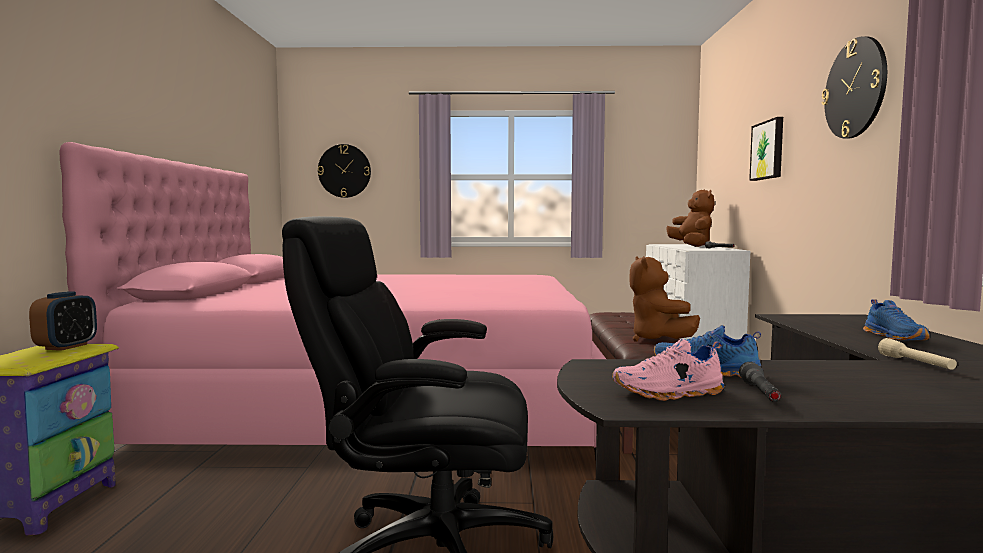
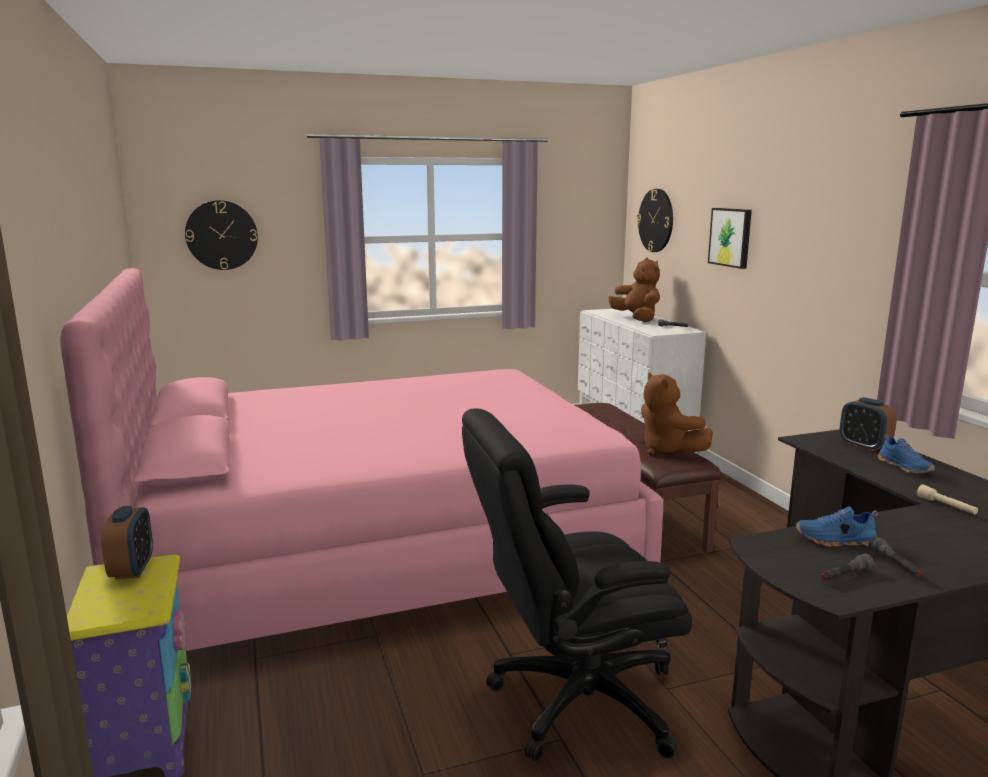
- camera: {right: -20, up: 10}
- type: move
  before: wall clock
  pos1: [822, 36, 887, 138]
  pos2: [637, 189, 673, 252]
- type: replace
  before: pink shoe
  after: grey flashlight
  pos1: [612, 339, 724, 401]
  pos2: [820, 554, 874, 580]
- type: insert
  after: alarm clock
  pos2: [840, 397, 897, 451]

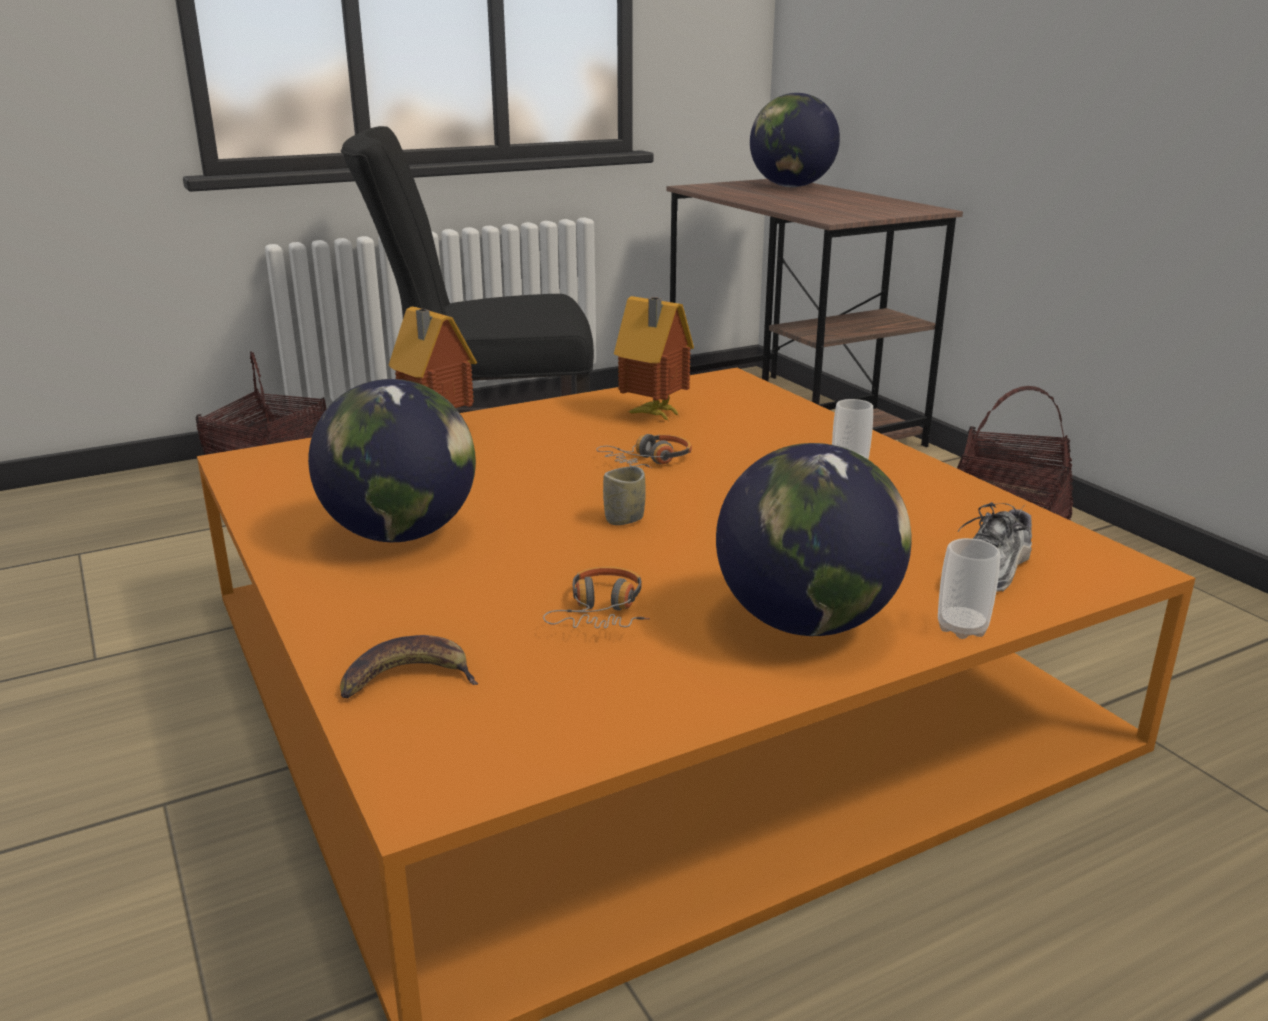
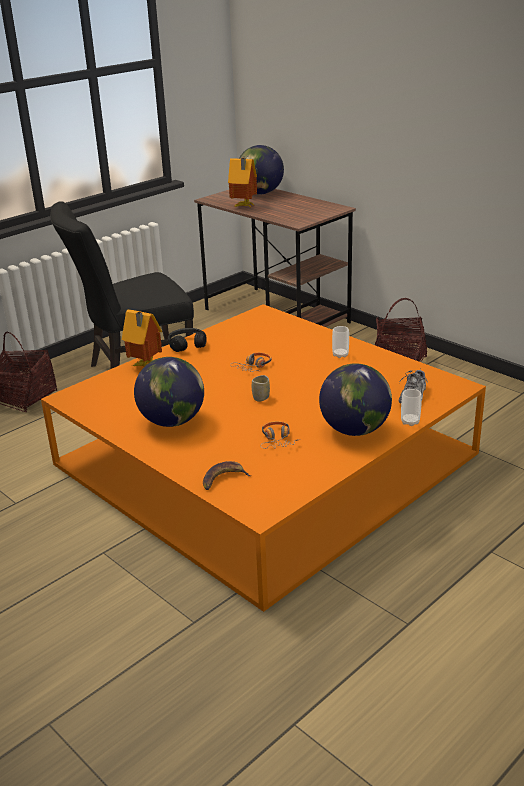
- camera: {right: -15, up: 5}
- type: move
  before: toy house
  pos1: [614, 296, 694, 420]
  pos2: [228, 158, 257, 208]
- type: insert
  after: black headphones
  pos2: [168, 328, 207, 352]

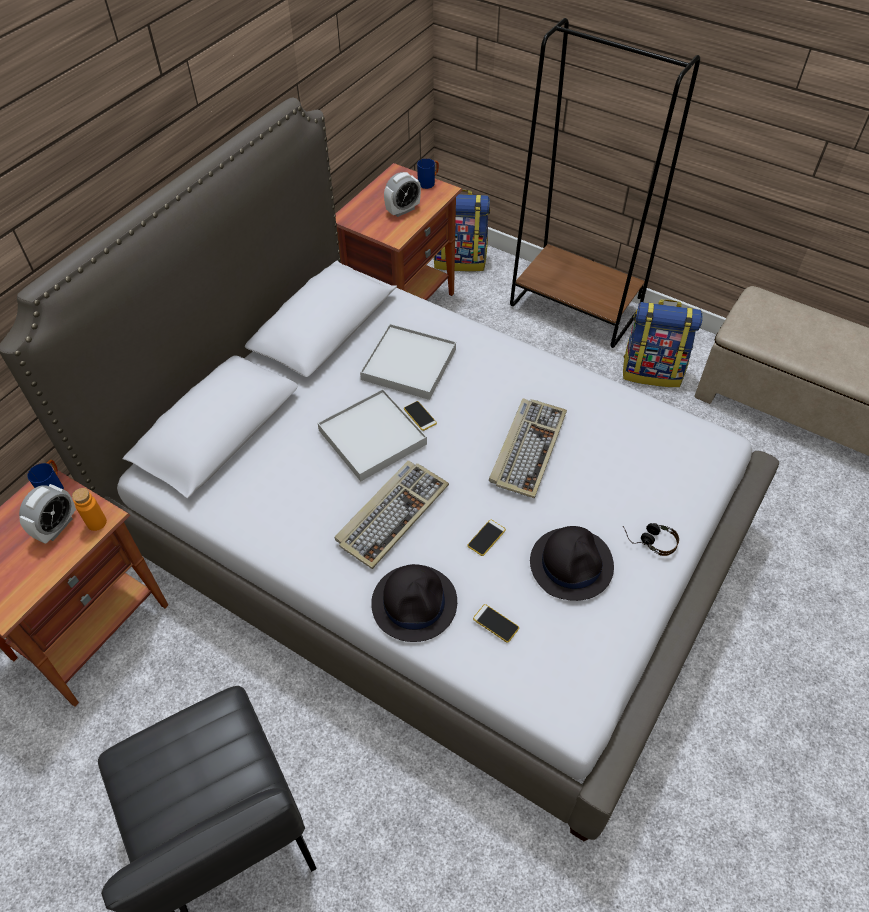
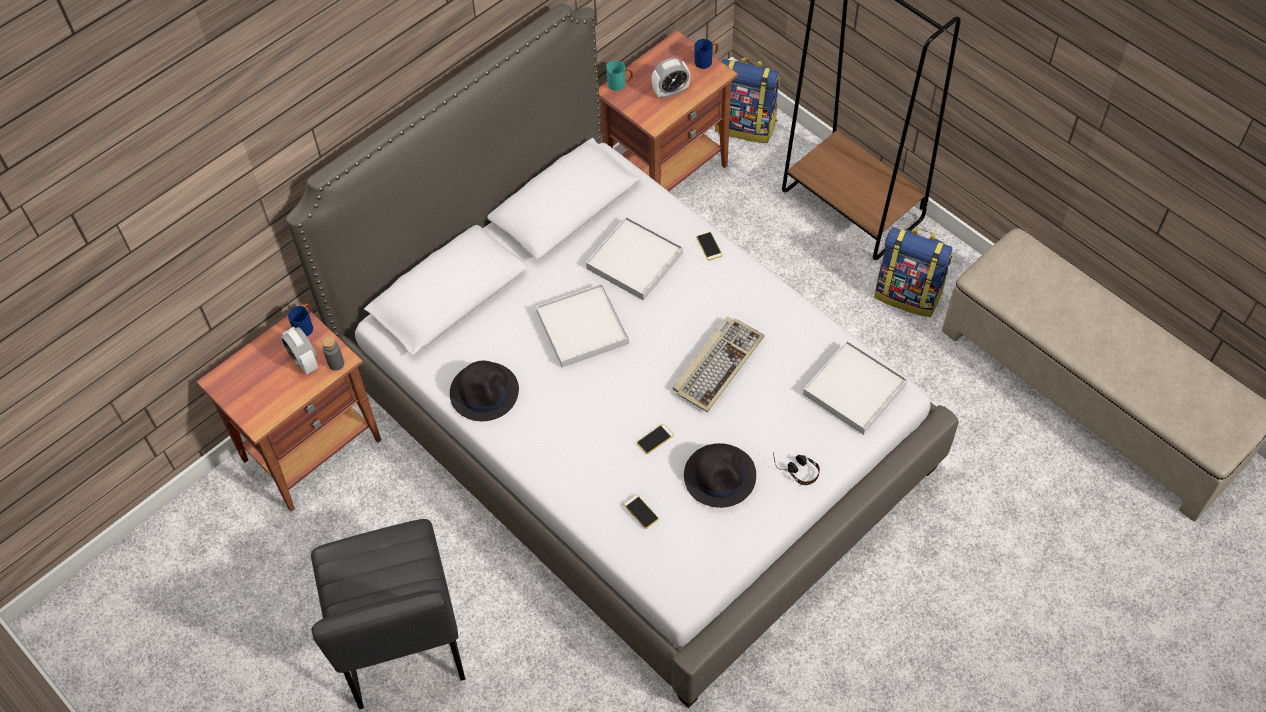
- camera: {right: 15, up: 5}
- type: move
  before: phone
  pos1: [404, 401, 437, 431]
  pos2: [696, 232, 722, 261]
- type: delete
  before: keyboard
  pos1: [335, 461, 449, 569]
- type: rotate
  before: alarm clock
  pos1: [19, 484, 76, 544]
  pos2: [281, 327, 318, 374]
  turn: 105
- type: recolor
  before: orange bottle
  after: grey bottle
  pos1: [72, 488, 107, 531]
  pos2: [322, 336, 344, 371]
- type: move
  before: black hat
  pos1: [371, 564, 457, 642]
  pos2: [450, 361, 519, 421]
- type: insert
  after: turquoise mug
  pos2: [607, 61, 633, 91]
- type: insert
  after: white tray
  pos2: [803, 341, 908, 435]

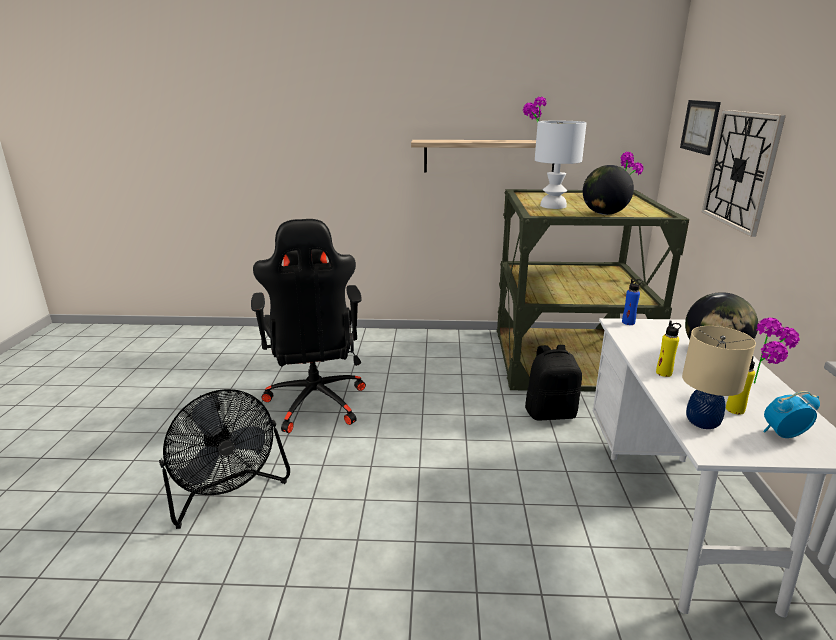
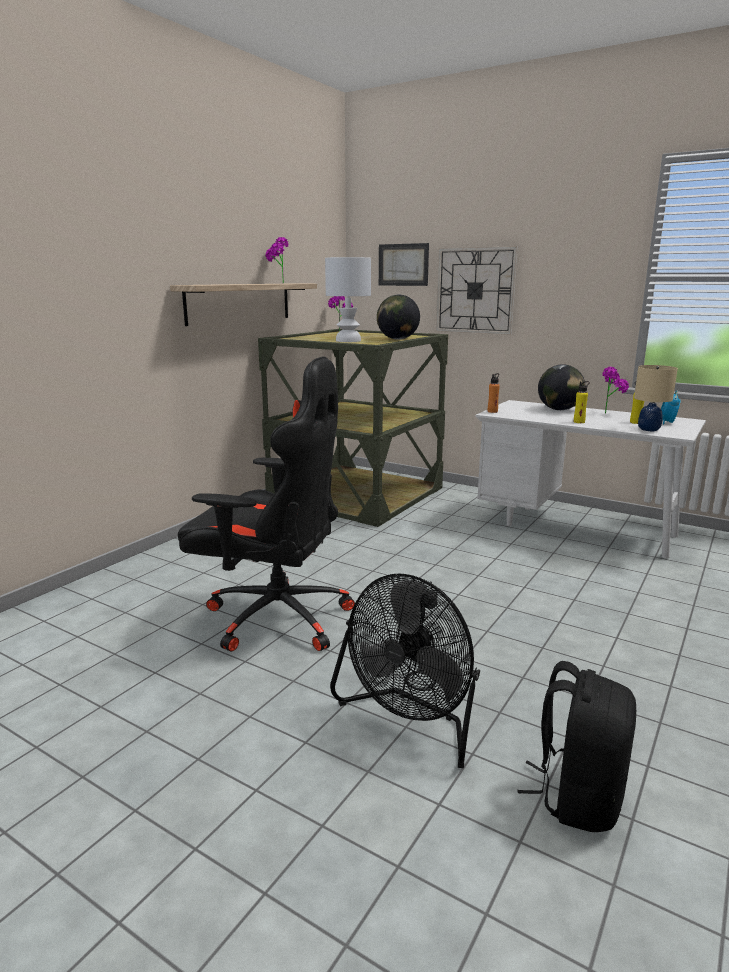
- camera: {right: -60, up: -5}
- type: recolor
  before: blue bottle
  after: orange bottle
  pos1: [622, 278, 643, 325]
  pos2: [488, 373, 500, 413]
- type: move
  before: black backpack
  pos1: [525, 345, 582, 421]
  pos2: [517, 661, 636, 832]
- type: rotate
  before: black fan
  pos1: [159, 389, 290, 529]
  pos2: [330, 574, 480, 768]
  turn: 135

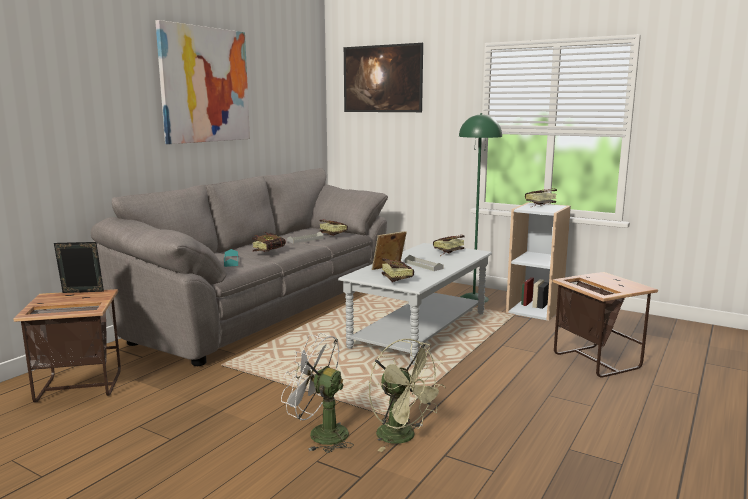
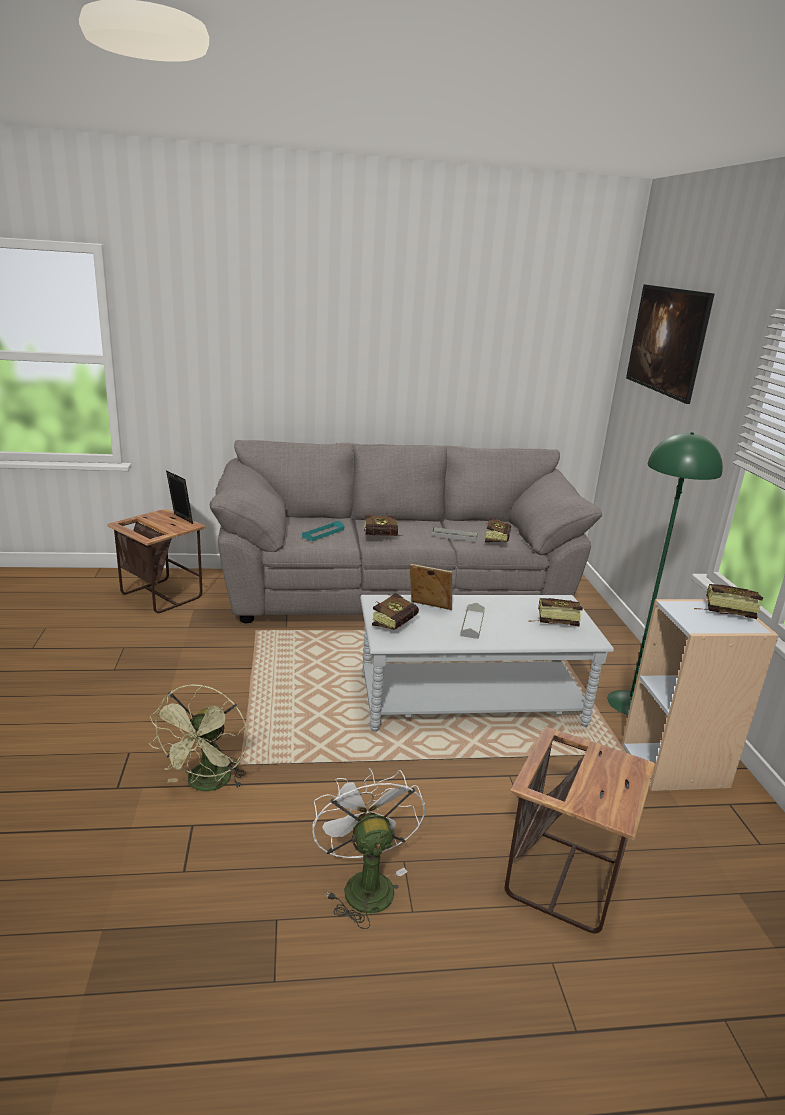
- camera: {right: 50, up: 10}
- type: delete
  before: picture
  pos1: [155, 20, 250, 144]
- type: move
  before: white fan
  pos1: [281, 333, 354, 453]
  pos2: [313, 767, 425, 929]

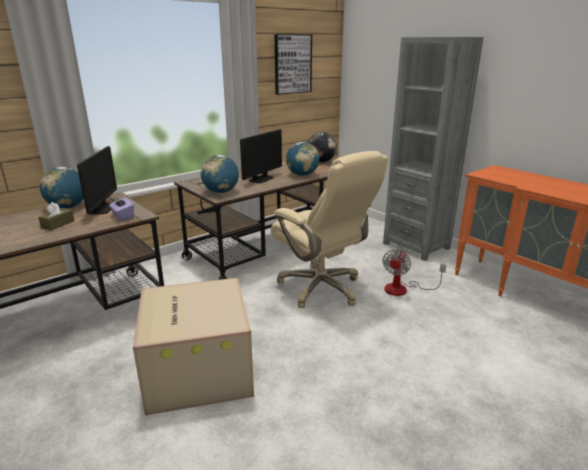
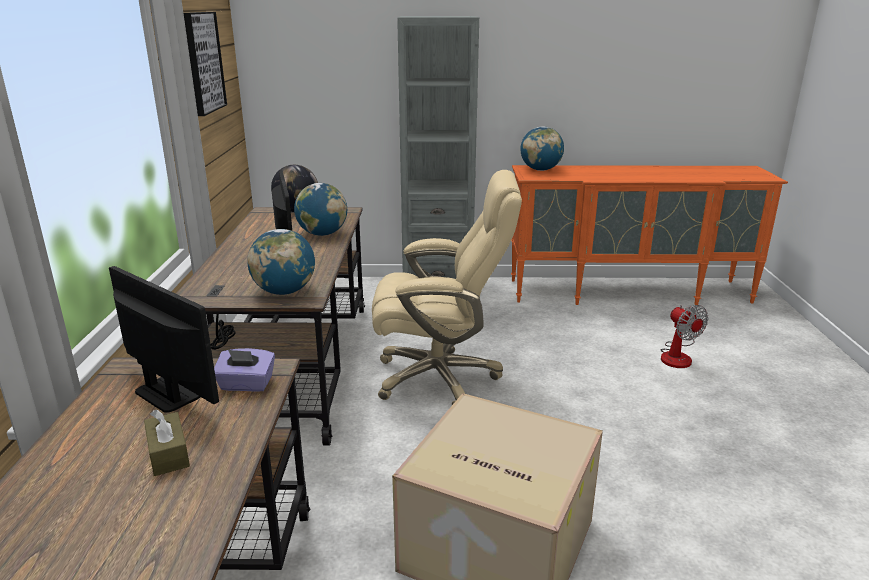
- camera: {right: -50, up: 0}
- type: move
  before: globe
  pos1: [40, 167, 83, 209]
  pos2: [520, 126, 564, 171]
- type: move
  before: fan
  pos1: [382, 249, 446, 296]
  pos2: [661, 305, 708, 368]

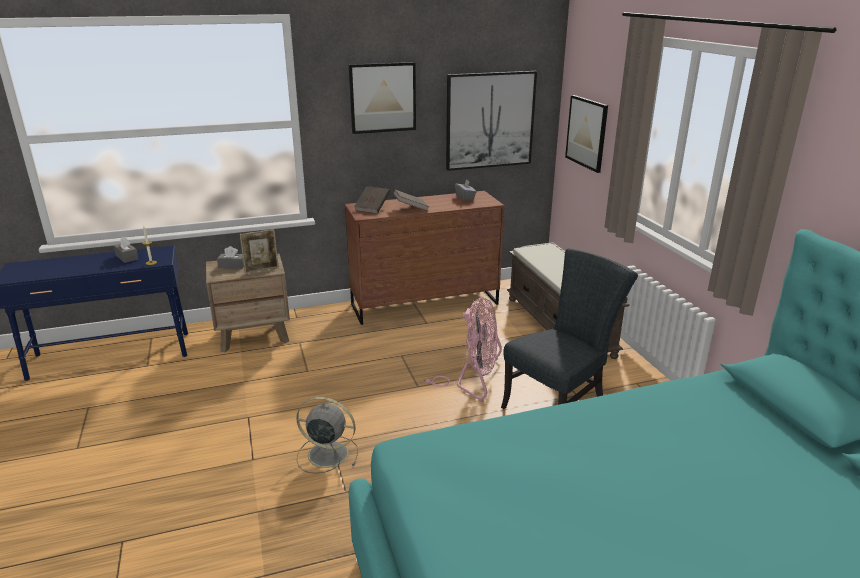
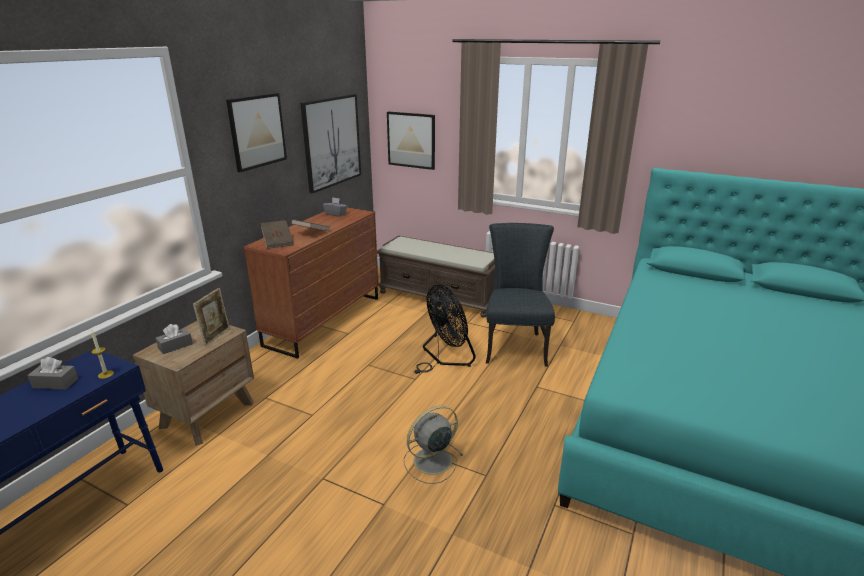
- camera: {right: -45, up: 0}
- type: recolor
  before: pink fan
  after: black fan
  pos1: [424, 297, 502, 403]
  pos2: [414, 285, 475, 374]

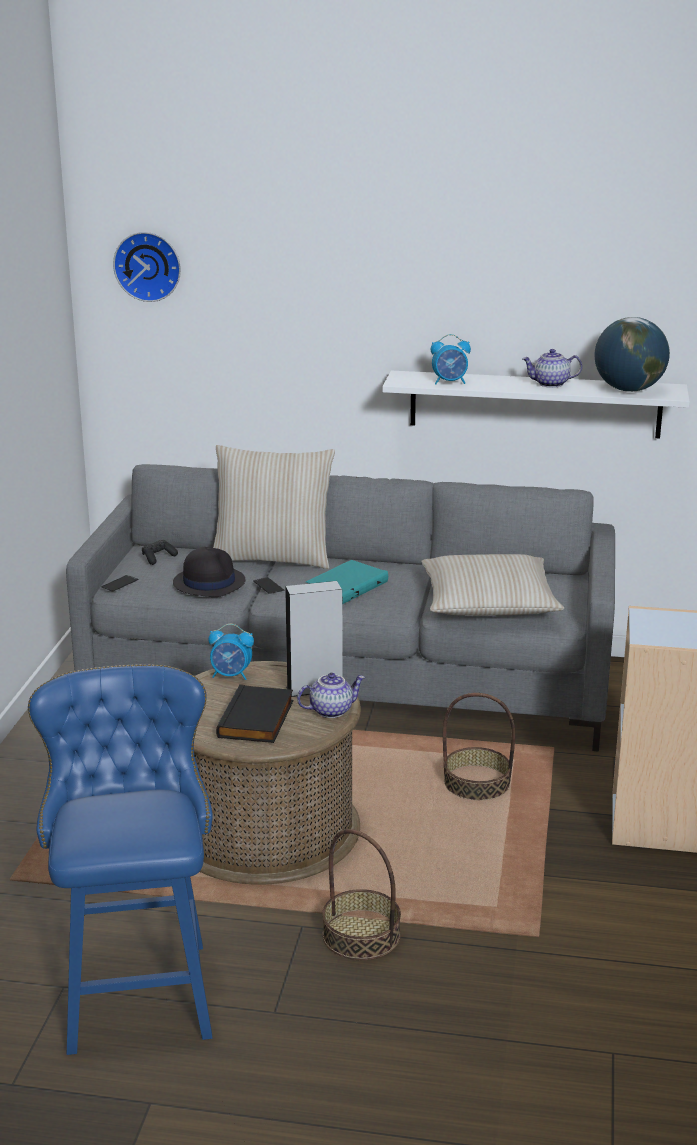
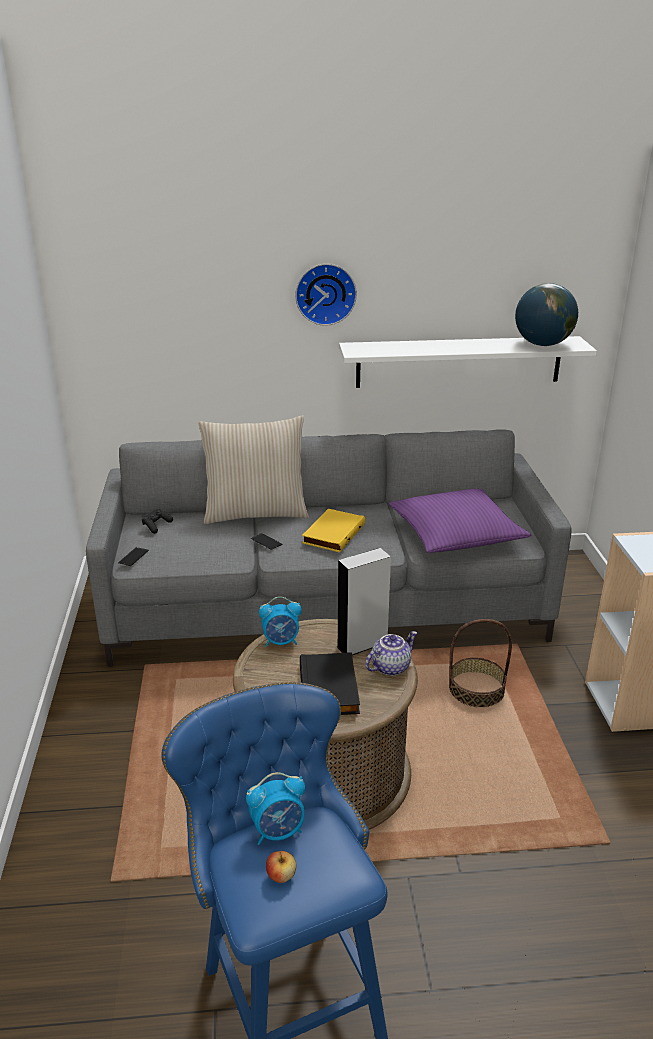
- camera: {right: -15, up: 5}
- type: move
  before: wall clock
  pos1: [113, 232, 181, 302]
  pos2: [295, 264, 357, 326]
- type: move
  before: alarm clock
  pos1: [431, 334, 471, 384]
  pos2: [246, 772, 305, 845]
- type: delete
  before: teapot
  pos1: [522, 349, 582, 388]
- type: delete
  before: black hat
  pos1: [173, 547, 245, 597]
- type: recolor
  before: beige pillow
  after: purple pillow
  pos1: [421, 554, 564, 616]
  pos2: [389, 489, 531, 553]
- type: recolor
  before: turquoise book
  after: yellow book
  pos1: [306, 560, 388, 604]
  pos2: [302, 508, 365, 553]
- type: delete
  before: basket
  pos1: [322, 829, 401, 960]
- type: insert
  after: apple
  pos2: [266, 851, 296, 883]

